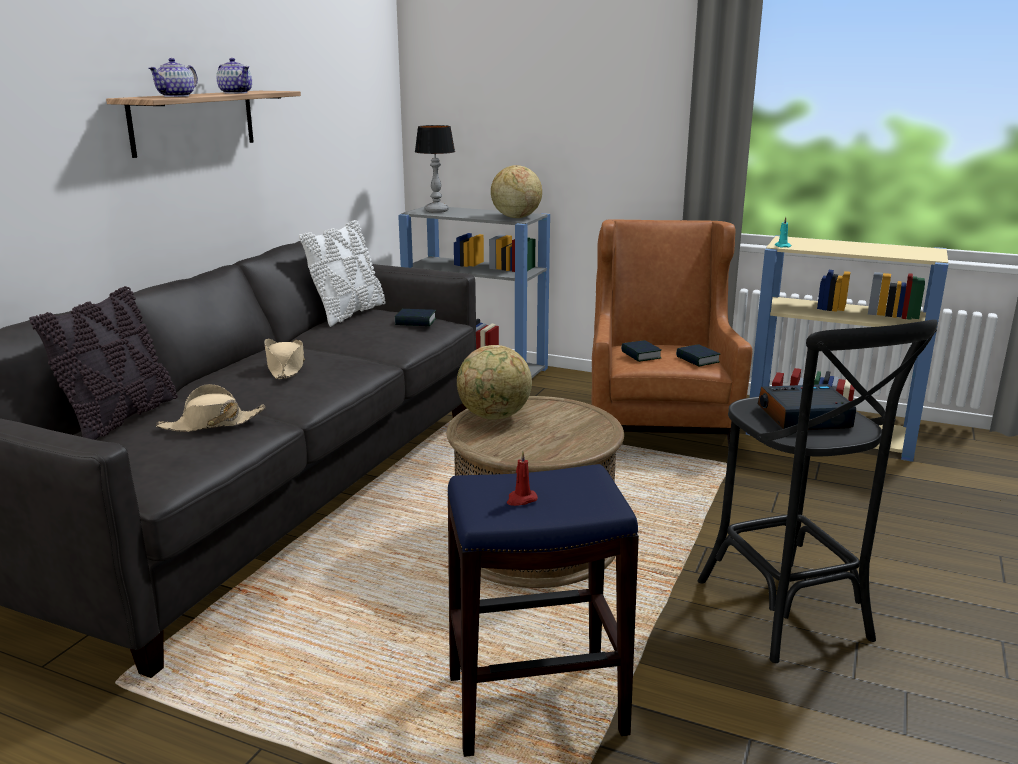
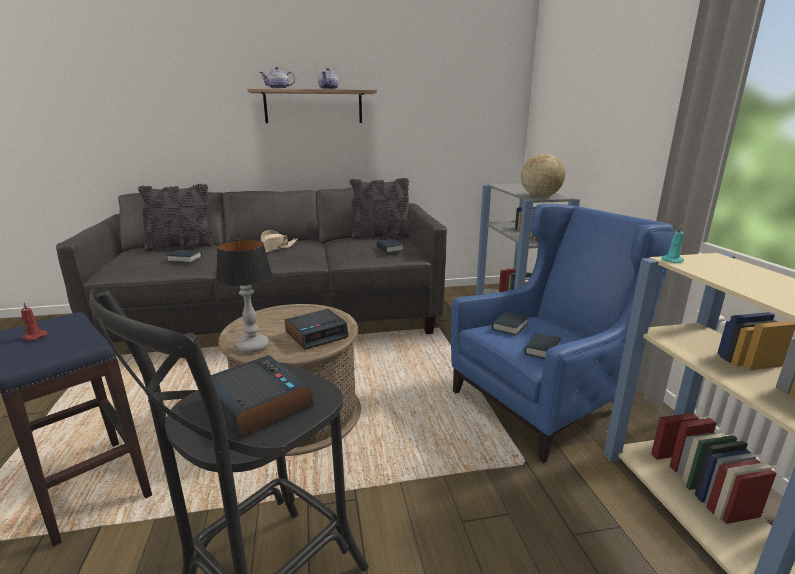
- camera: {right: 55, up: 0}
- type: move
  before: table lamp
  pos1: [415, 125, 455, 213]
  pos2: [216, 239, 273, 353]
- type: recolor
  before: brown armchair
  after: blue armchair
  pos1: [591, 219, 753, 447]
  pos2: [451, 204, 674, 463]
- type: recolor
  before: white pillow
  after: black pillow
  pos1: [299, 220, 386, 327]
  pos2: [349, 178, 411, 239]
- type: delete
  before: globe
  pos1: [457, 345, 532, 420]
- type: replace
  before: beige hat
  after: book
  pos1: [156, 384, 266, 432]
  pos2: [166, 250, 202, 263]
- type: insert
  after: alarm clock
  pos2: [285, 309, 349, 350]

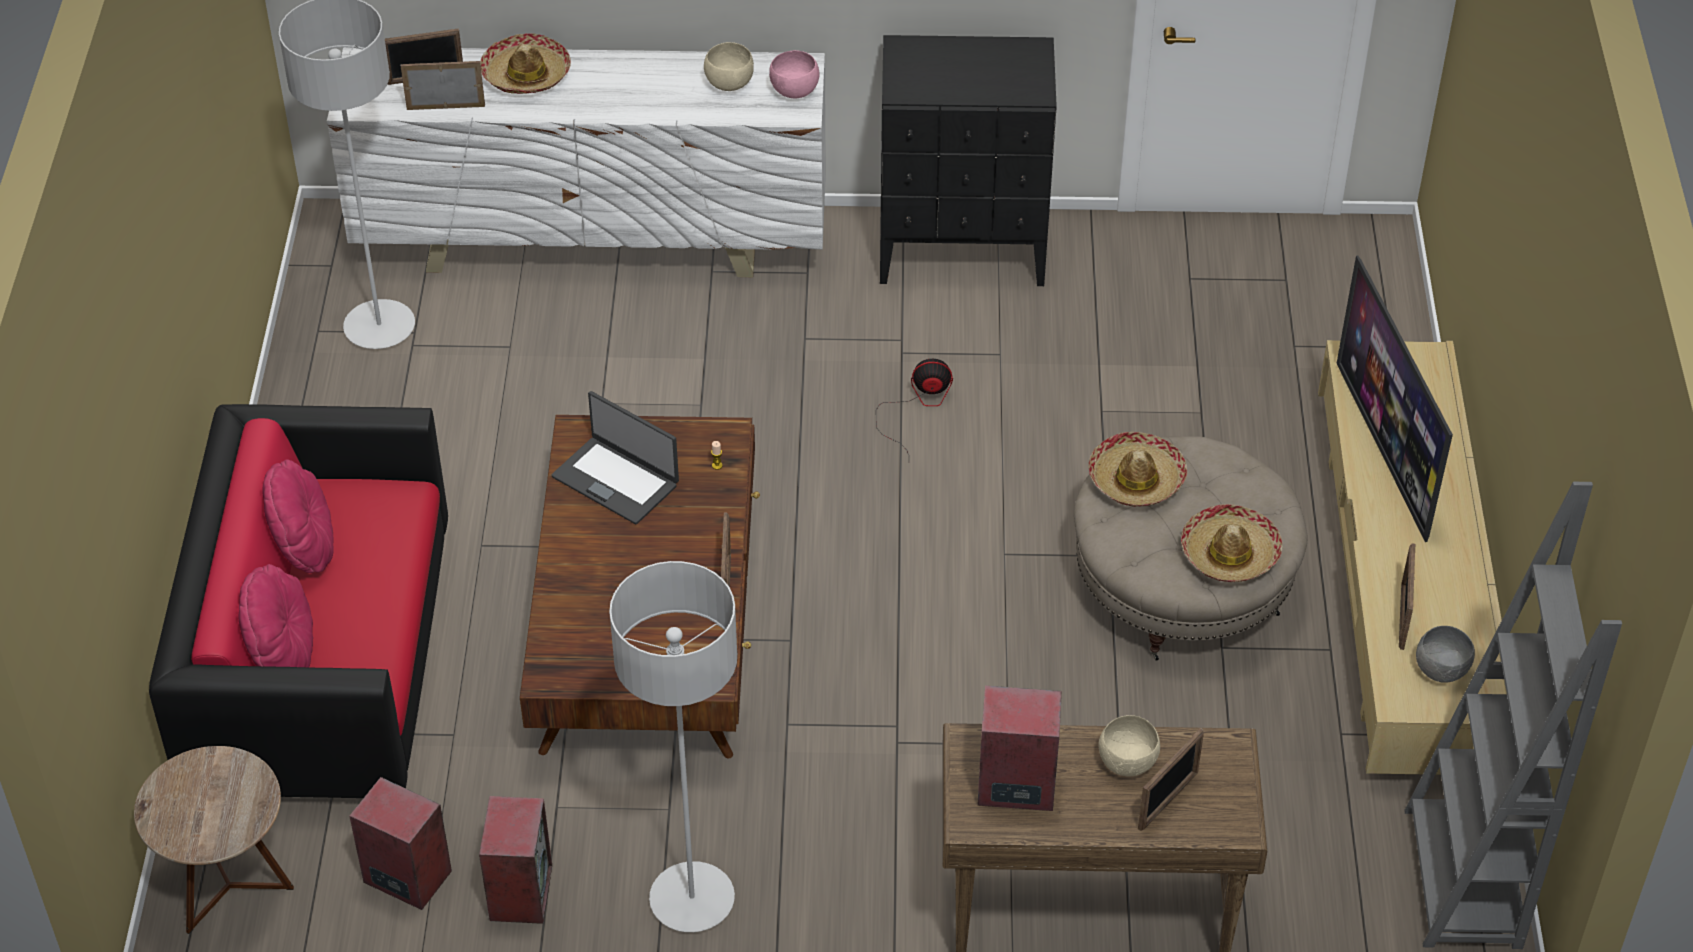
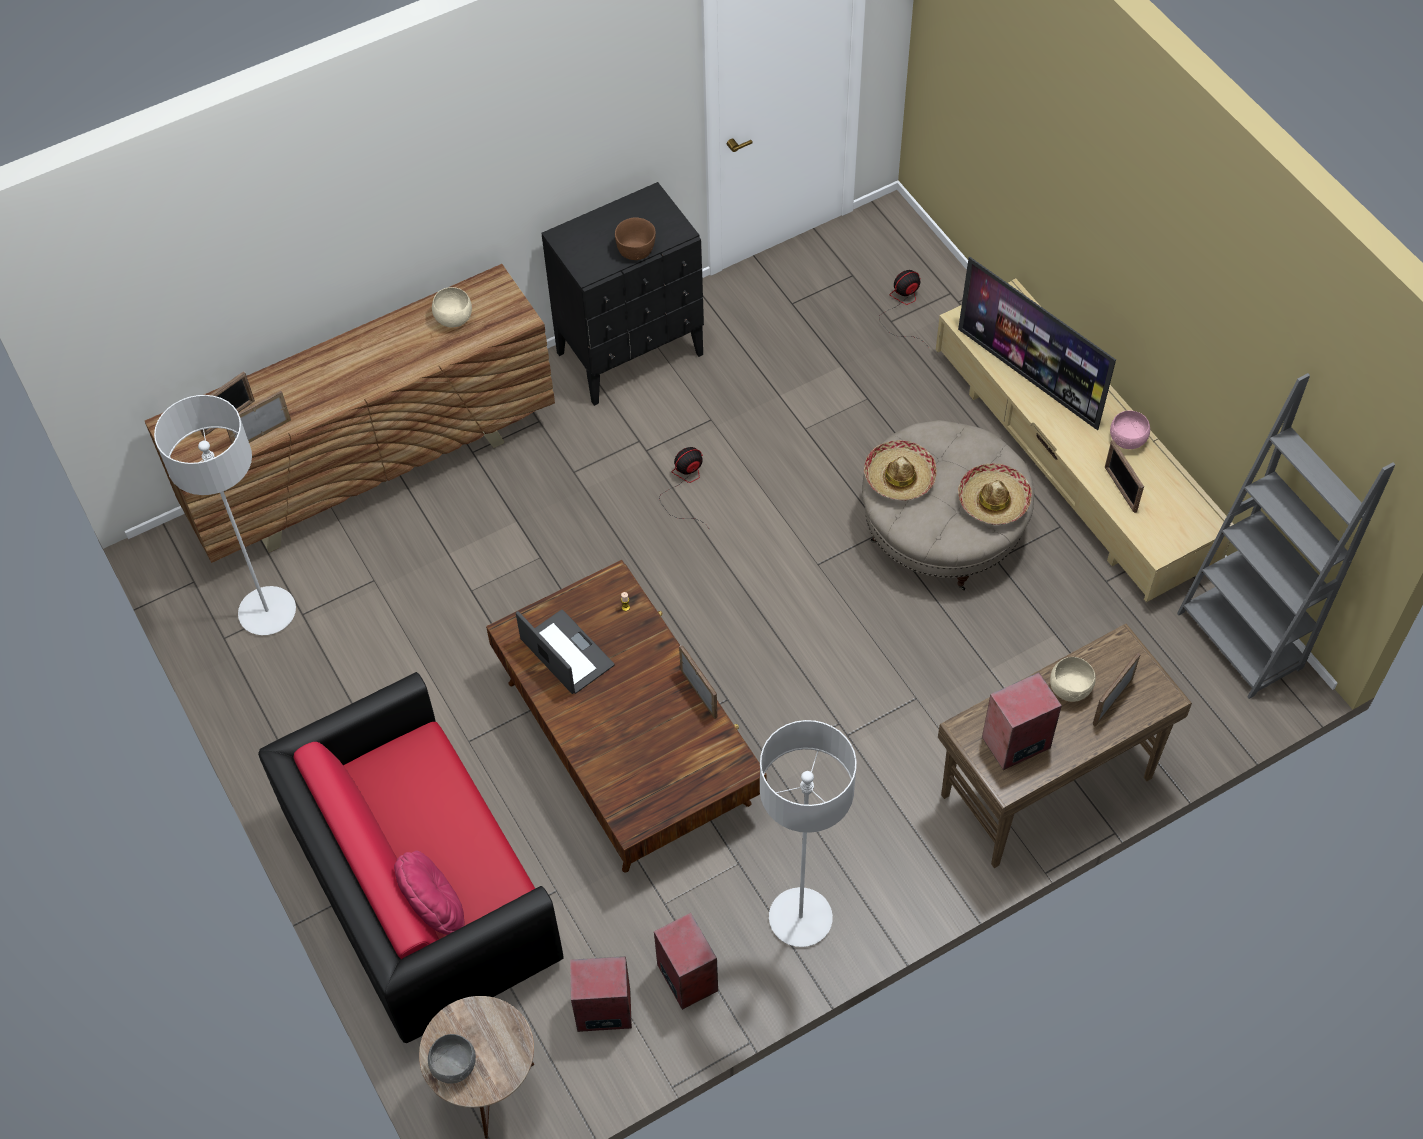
- camera: {right: -30, up: 10}
- type: delete
  before: hat
  pos1: [480, 33, 571, 94]
- type: recolor
  before: white cabinet
  after: brown cabinet
  pos1: [327, 47, 826, 277]
  pos2: [145, 264, 555, 563]
- type: move
  before: pink bowl
  pos1: [769, 50, 819, 98]
  pos2: [1110, 410, 1150, 449]
- type: rotate
  before: laptop
  pos1: [552, 391, 679, 524]
  pos2: [516, 610, 615, 694]
  turn: -135
- type: delete
  before: pink pillow
  pos1: [262, 459, 334, 573]
- type: move
  before: grey bowl
  pos1: [1416, 626, 1475, 683]
  pos2: [428, 1034, 476, 1084]
- type: rotate
  before: picture frame
  pos1: [1138, 728, 1204, 831]
  pos2: [1093, 653, 1141, 727]
  turn: -150
- type: insert
  after: brown bowl
  pos2: [615, 217, 656, 260]
- type: insert
  after: fan
  pos2: [879, 270, 927, 345]

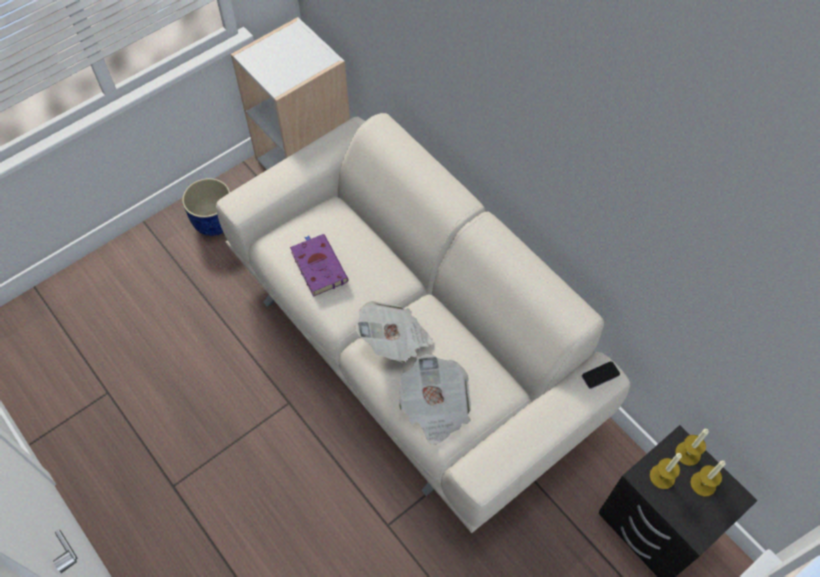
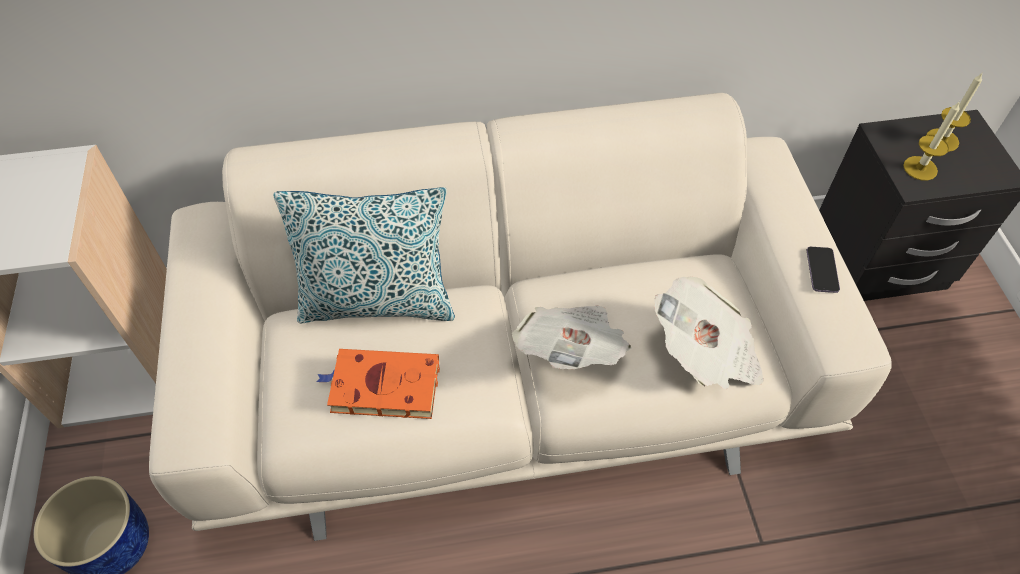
- camera: {right: -60, up: -5}
- type: recolor
  before: purple book
  after: orange book
  pos1: [290, 234, 348, 297]
  pos2: [317, 349, 440, 419]
- type: move
  before: phone
  pos1: [582, 361, 620, 389]
  pos2: [807, 247, 840, 293]
- type: delete
  before: candle
  pos1: [675, 429, 709, 466]
- type: insert
  after: pillow
  pos2: [273, 187, 455, 323]

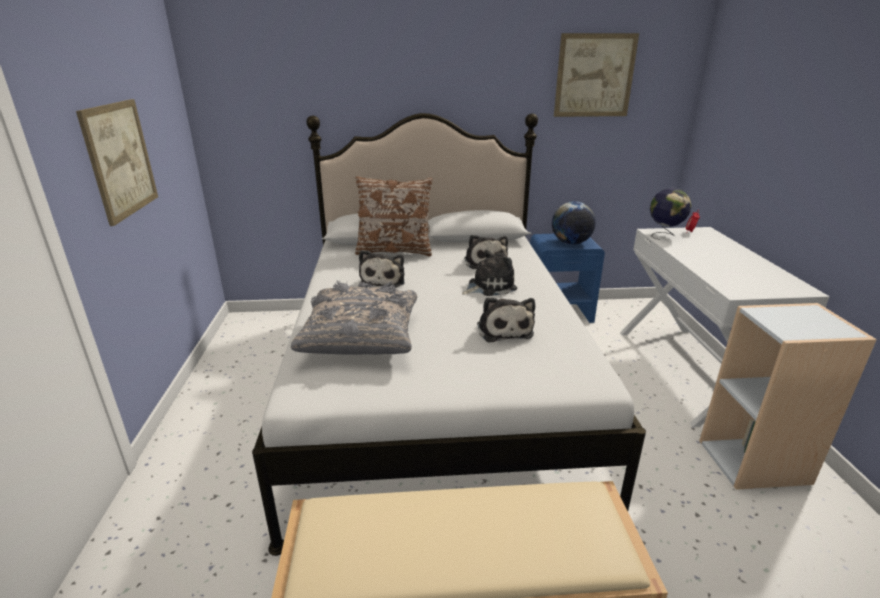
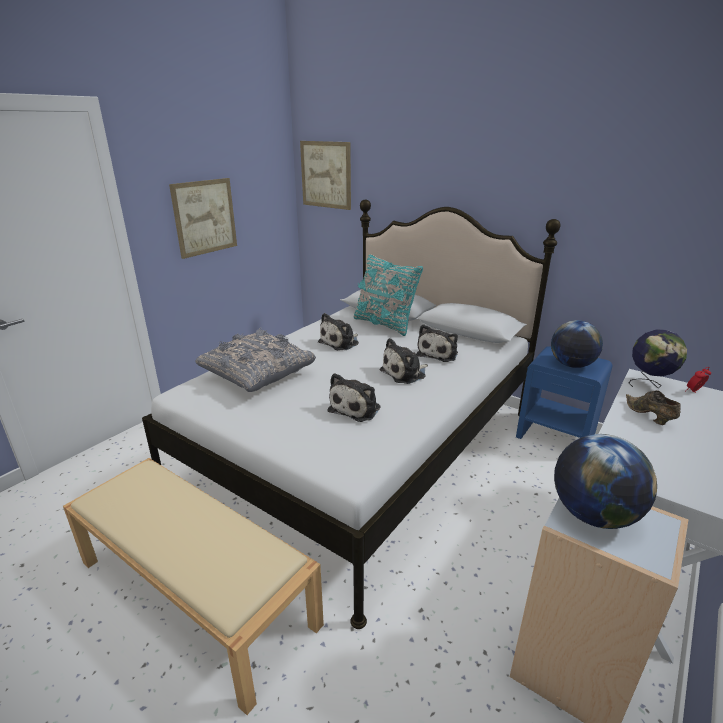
- camera: {right: 40, up: 0}
- type: move
  before: picture
  pos1: [554, 33, 639, 117]
  pos2: [300, 141, 351, 210]
- type: recolor
  before: brown pillow
  after: turquoise pillow
  pos1: [355, 176, 433, 257]
  pos2: [354, 254, 423, 336]
- type: rotate
  before: plush toy
  pos1: [462, 250, 517, 296]
  pos2: [380, 338, 428, 384]
  turn: 135
- type: insert
  after: brown shoe
  pos2: [626, 390, 680, 425]
- type: insert
  after: globe
  pos2: [554, 434, 657, 529]

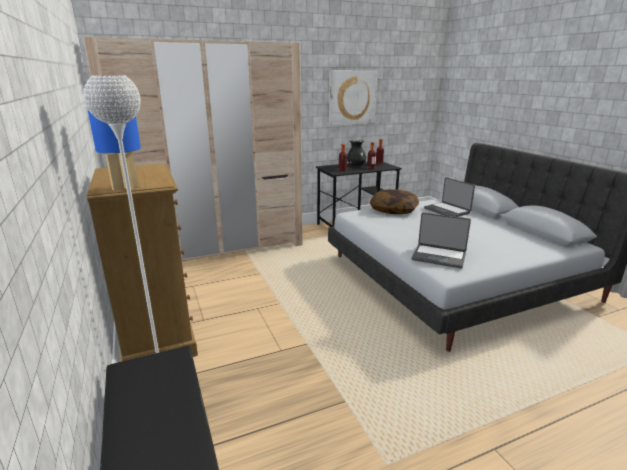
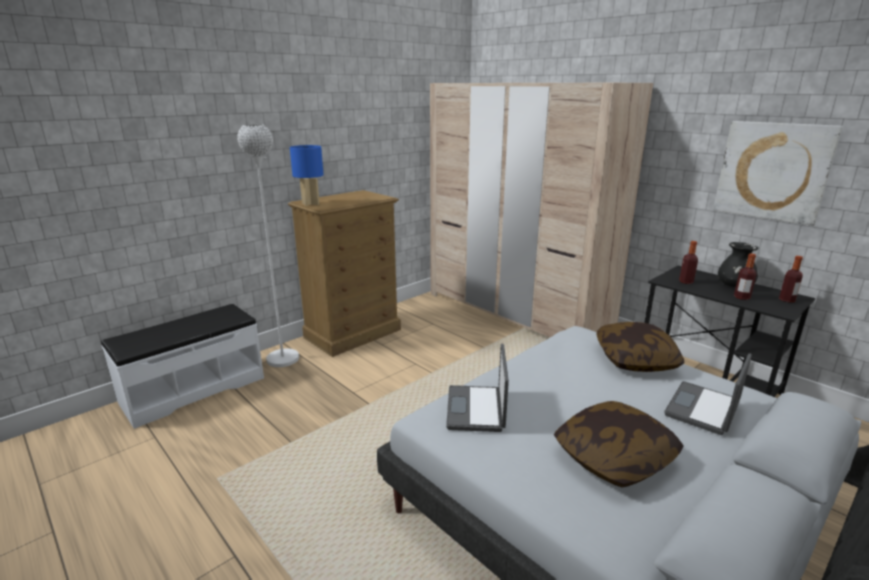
- camera: {right: 70, up: 0}
- type: insert
  after: pillow
  pos2: [554, 401, 684, 487]

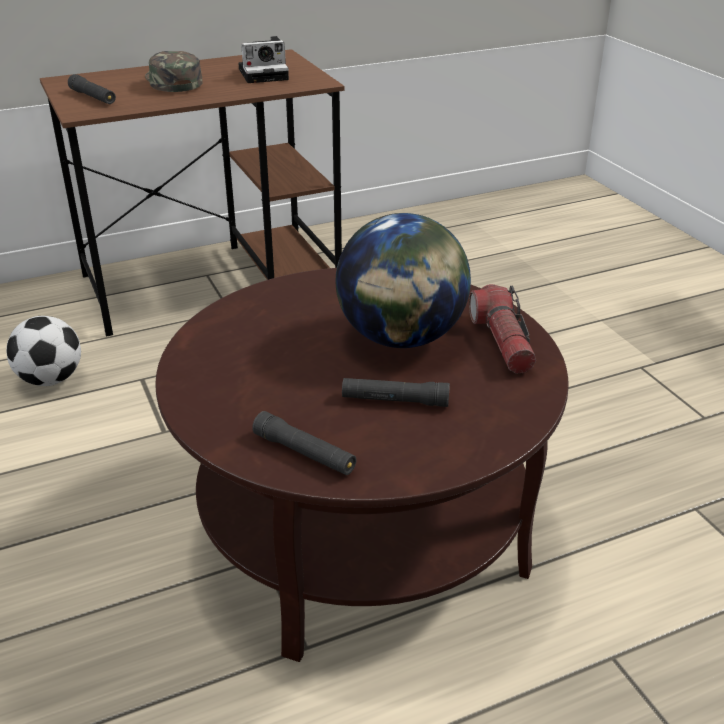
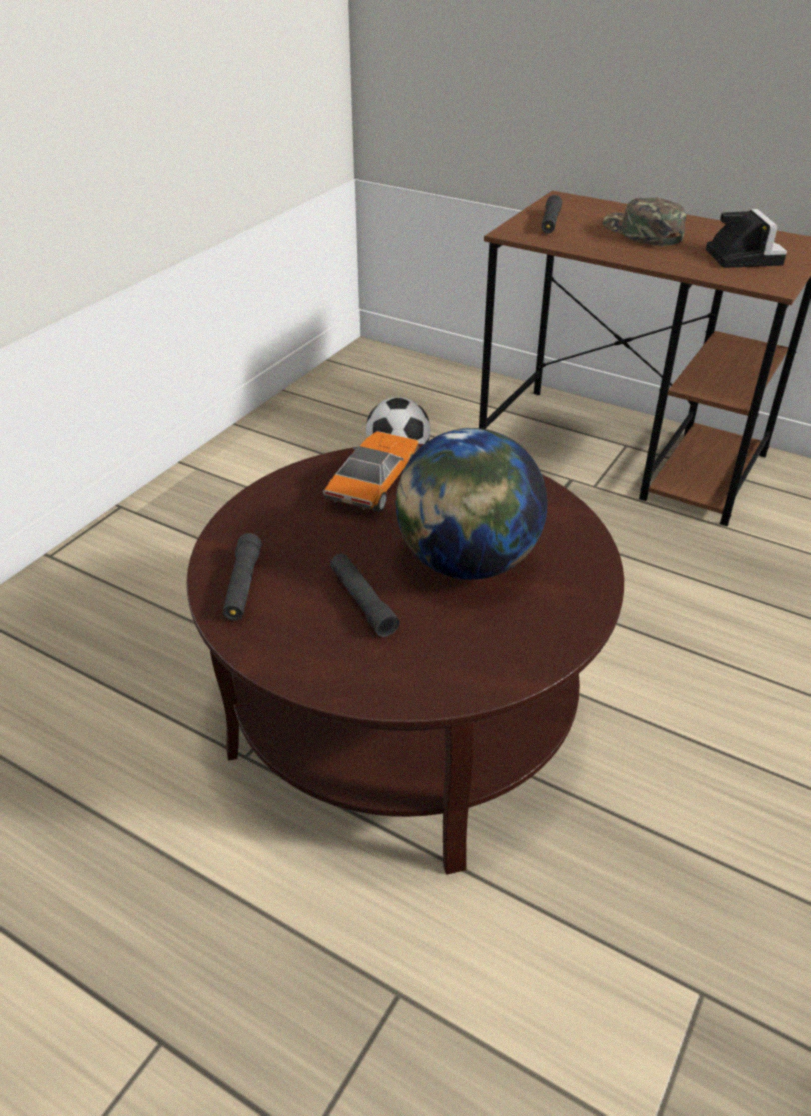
- camera: {right: 55, up: 5}
- type: rotate
  before: photo camera
  pos1: [238, 36, 289, 83]
  pos2: [706, 209, 787, 268]
  turn: -135
- type: rotate
  before: green cap
  pos1: [145, 51, 203, 92]
  pos2: [602, 198, 687, 246]
  turn: -60
- type: delete
  before: flashlight
  pos1: [469, 284, 536, 374]
- type: insert
  after: toy car
  pos2: [323, 431, 419, 512]

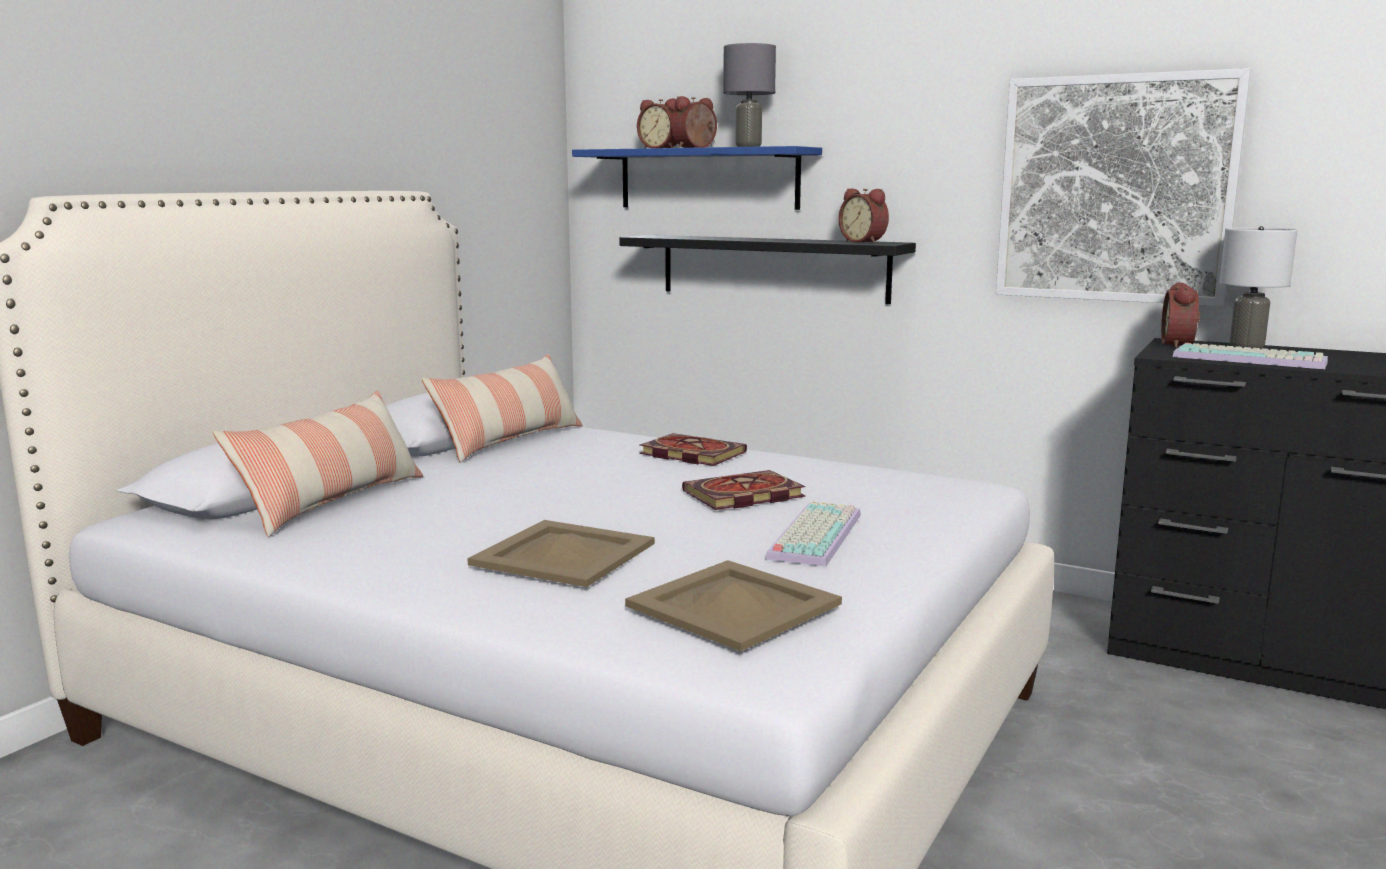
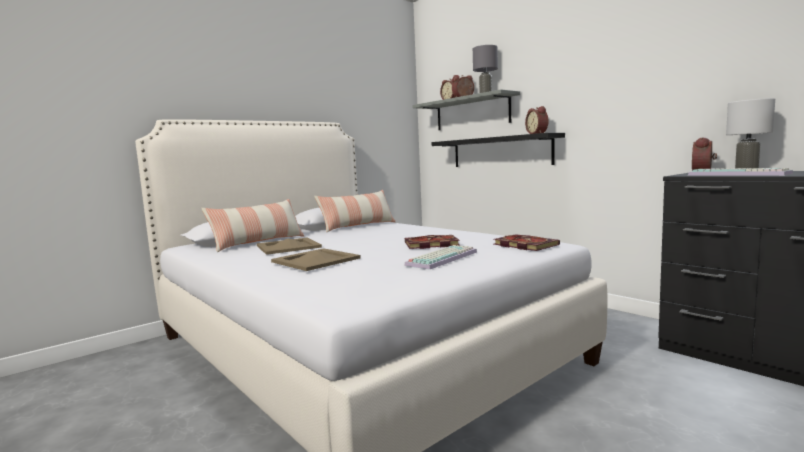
- camera: {right: 20, up: -5}
- type: delete
  before: picture
  pos1: [996, 68, 1251, 306]
- type: recolor
  before: blue shelf
  after: grey shelf
  pos1: [572, 146, 822, 210]
  pos2: [412, 89, 520, 130]
- type: move
  before: book
  pos1: [639, 433, 747, 466]
  pos2: [493, 234, 560, 251]
- type: move
  before: beige tray
  pos1: [625, 560, 842, 651]
  pos2: [257, 238, 322, 255]

